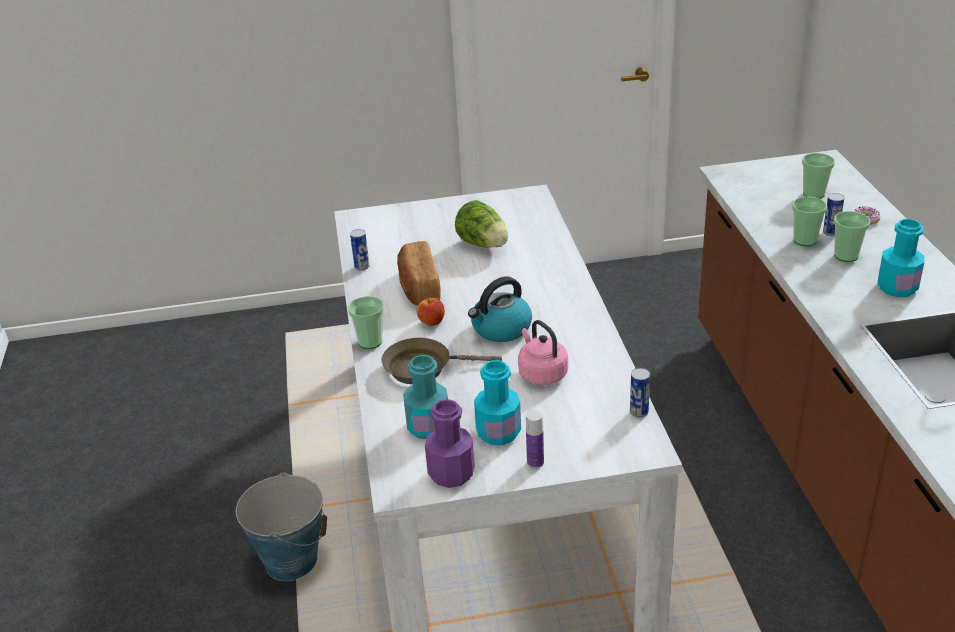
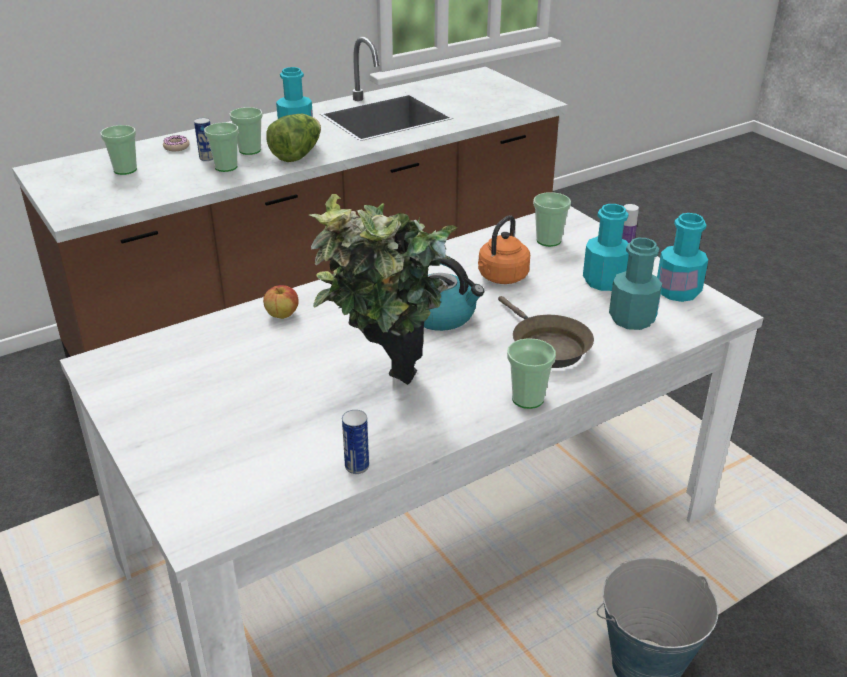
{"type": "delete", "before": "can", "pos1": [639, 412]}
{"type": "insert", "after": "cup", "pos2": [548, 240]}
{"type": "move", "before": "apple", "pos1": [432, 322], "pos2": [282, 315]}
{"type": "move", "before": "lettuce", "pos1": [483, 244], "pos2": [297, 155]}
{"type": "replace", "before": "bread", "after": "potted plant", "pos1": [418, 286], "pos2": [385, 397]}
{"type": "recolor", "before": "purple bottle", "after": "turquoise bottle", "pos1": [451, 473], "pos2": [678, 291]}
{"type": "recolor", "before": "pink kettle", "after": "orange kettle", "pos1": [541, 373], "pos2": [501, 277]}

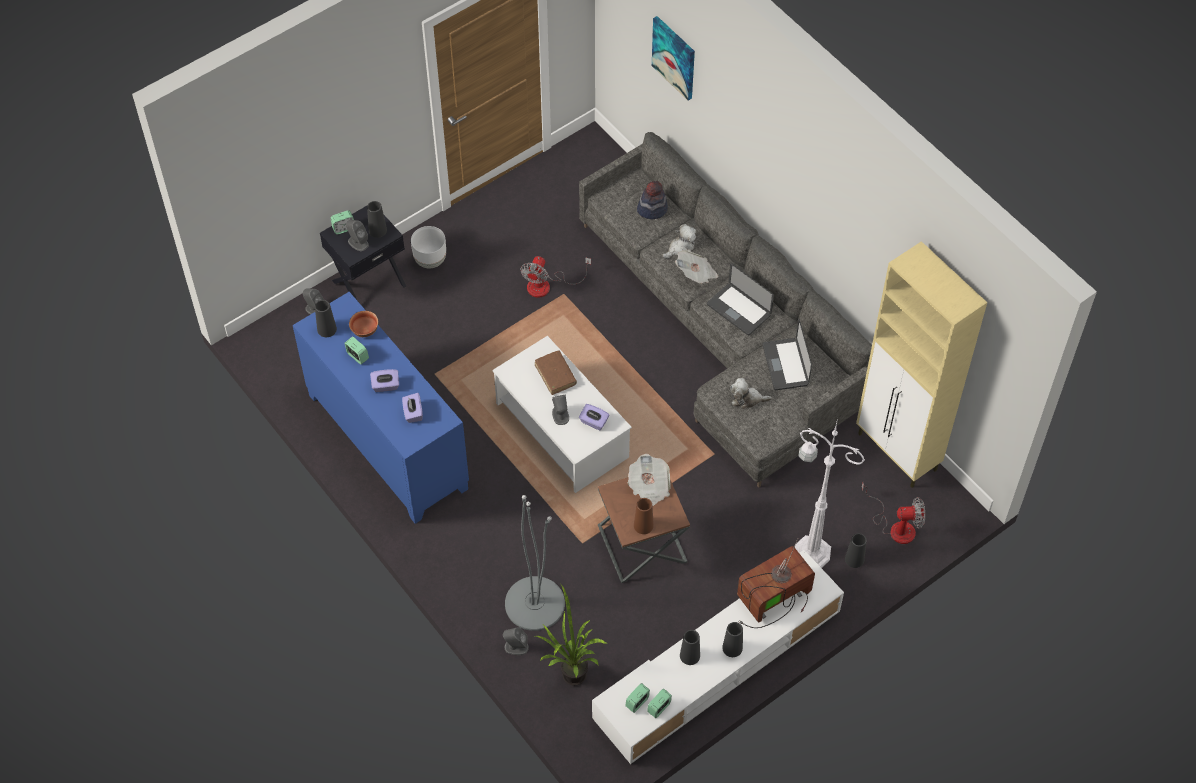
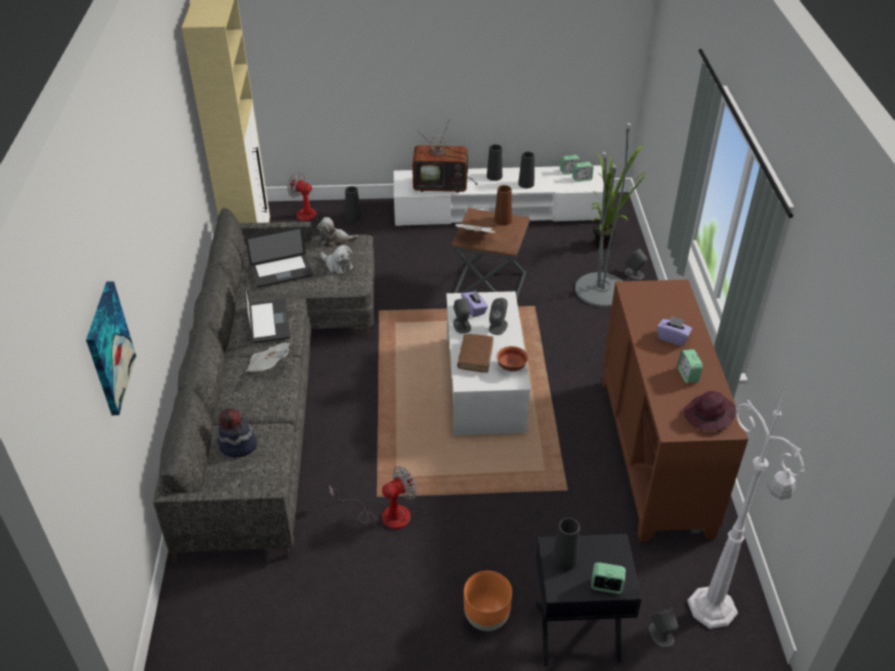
{"type": "delete", "before": "purple tissue box", "pos1": [413, 413]}
{"type": "move", "before": "grey speaker", "pos1": [358, 242], "pos2": [462, 325]}
{"type": "move", "before": "bowl", "pos1": [365, 331], "pos2": [511, 366]}
{"type": "move", "before": "plush toy", "pos1": [680, 248], "pos2": [335, 240]}
{"type": "move", "before": "white floor lamp", "pos1": [810, 552], "pos2": [713, 610]}
{"type": "replace", "before": "black vase", "after": "purple hat", "pos1": [327, 329], "pos2": [708, 415]}
{"type": "recolor", "before": "blue cabinet", "after": "brown cabinet", "pos1": [386, 442], "pos2": [655, 454]}
{"type": "recolor", "before": "white planter", "after": "orange planter", "pos1": [430, 260], "pos2": [486, 618]}
{"type": "rotate", "before": "laptop", "pos1": [785, 365], "pos2": [281, 272], "turn": 45}

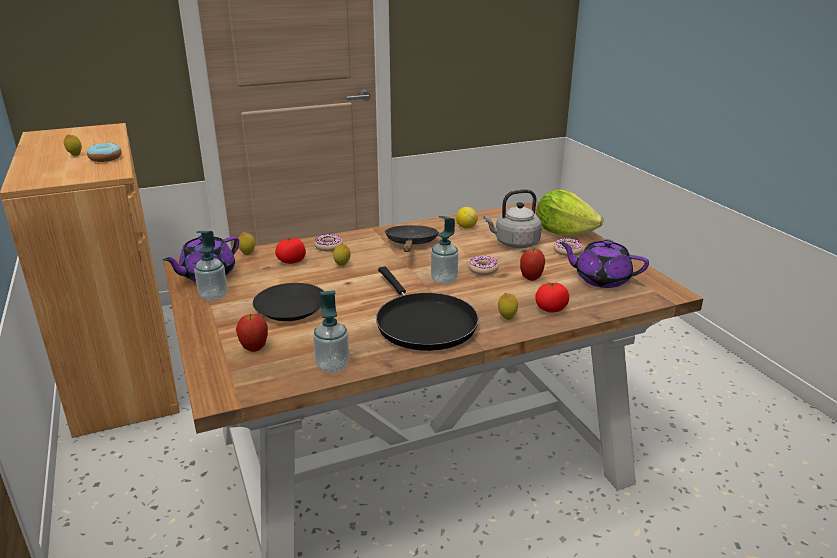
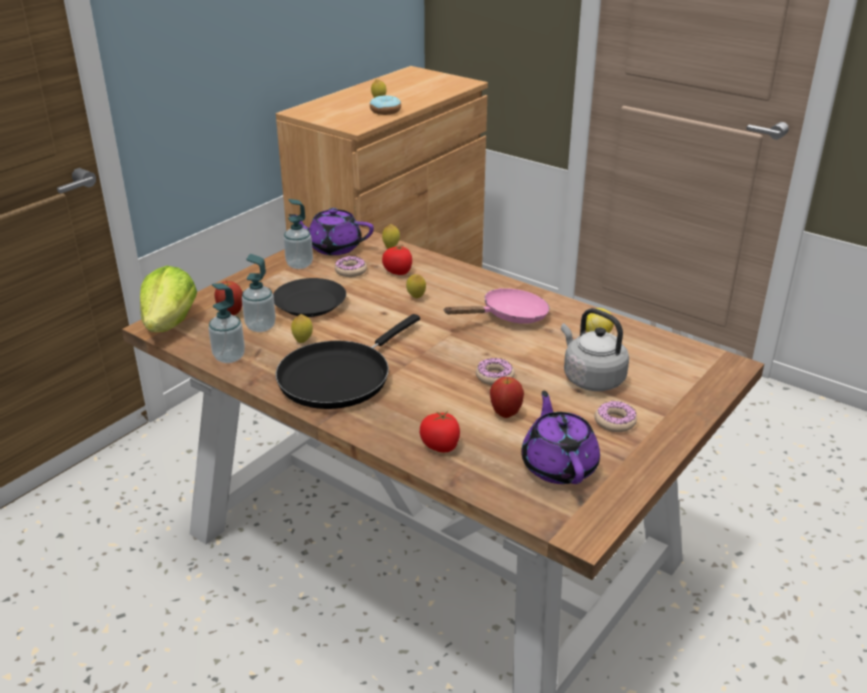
{"type": "move", "before": "donut", "pos1": [329, 246], "pos2": [351, 271]}
{"type": "move", "before": "soap dispenser", "pos1": [444, 279], "pos2": [260, 326]}
{"type": "move", "before": "lemon", "pos1": [507, 318], "pos2": [303, 341]}
{"type": "move", "before": "lettuce", "pos1": [563, 232], "pos2": [170, 323]}
{"type": "recolor", "before": "black frying pan", "after": "pink frying pan", "pos1": [411, 244], "pos2": [508, 316]}

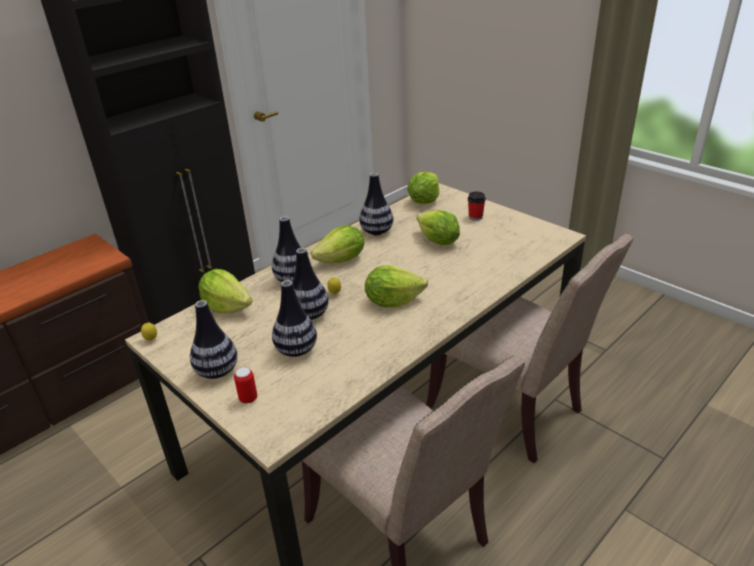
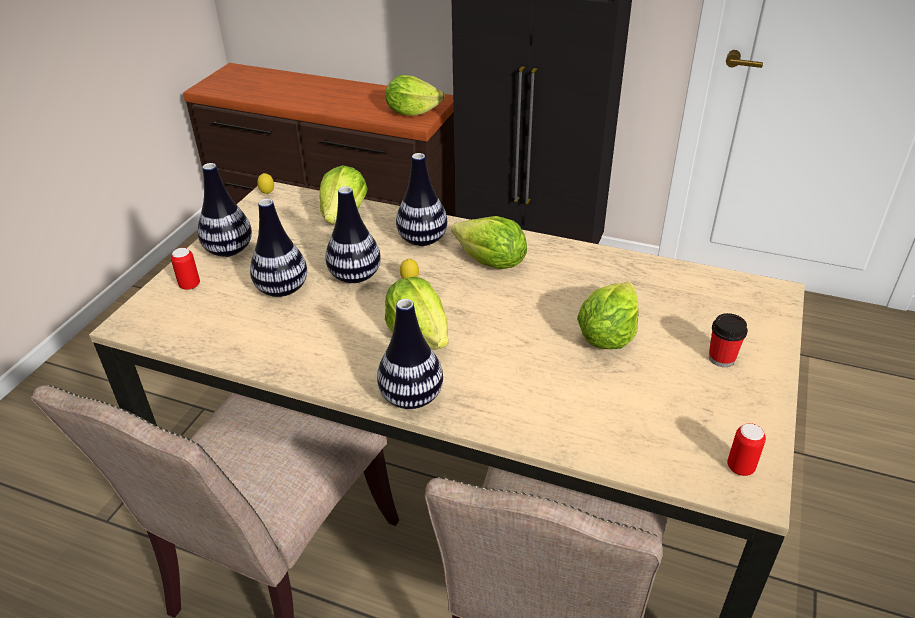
{"type": "insert", "after": "can", "pos2": [740, 467]}
{"type": "move", "before": "vase", "pos1": [377, 231], "pos2": [411, 397]}
{"type": "move", "before": "lettuce", "pos1": [424, 200], "pos2": [412, 112]}

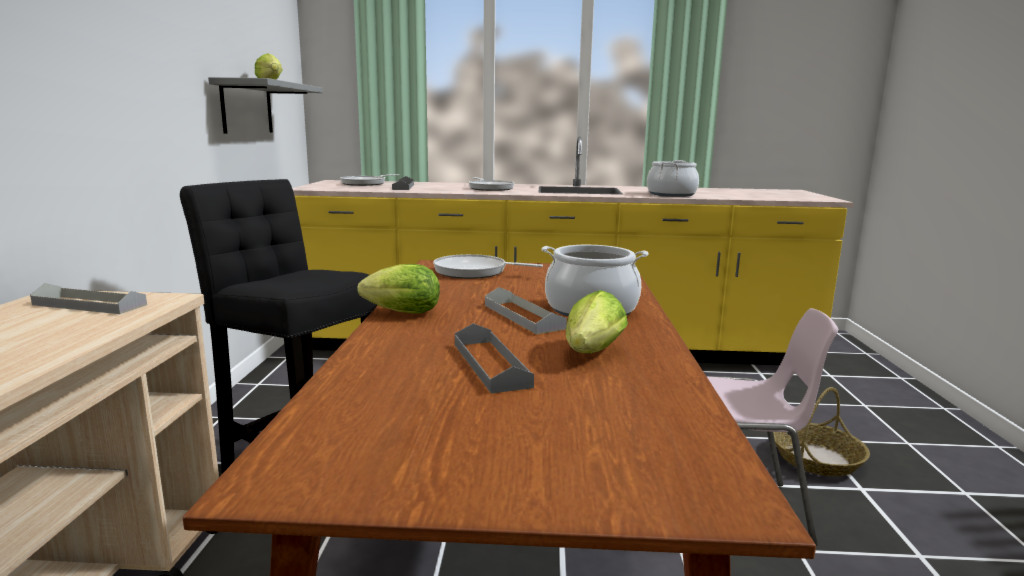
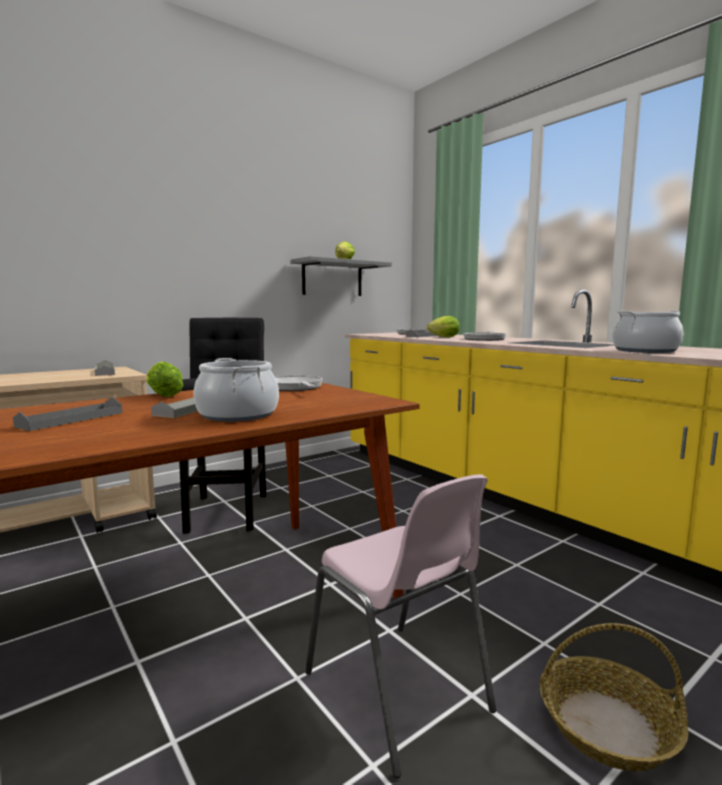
{"type": "move", "before": "lettuce", "pos1": [591, 354], "pos2": [442, 337]}

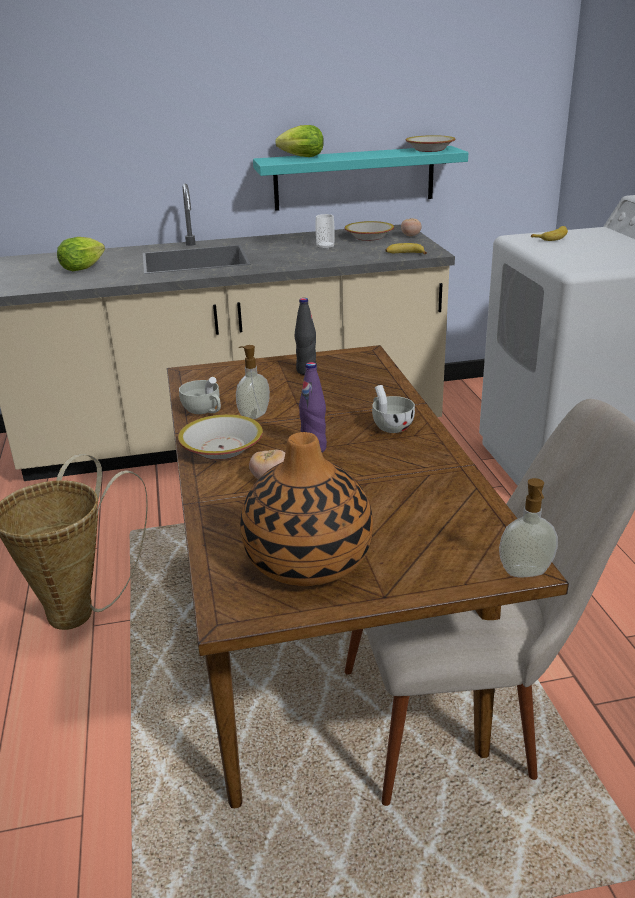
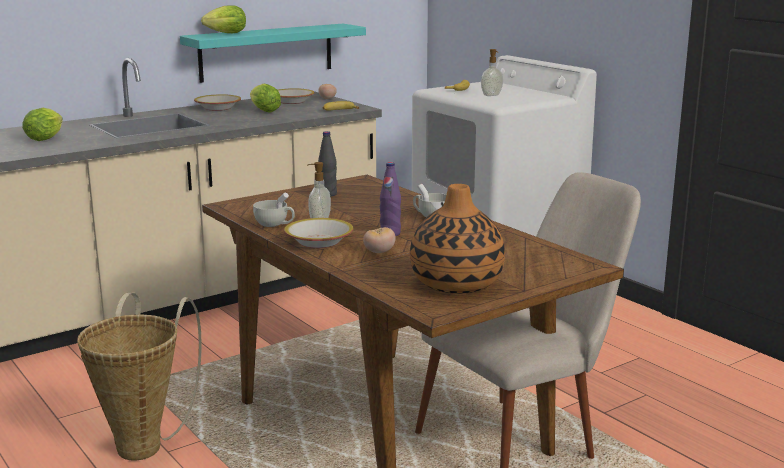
{"type": "move", "before": "bowl", "pos1": [430, 149], "pos2": [218, 108]}
{"type": "move", "before": "soap dispenser", "pos1": [526, 573], "pos2": [492, 95]}
{"type": "replace", "before": "cup", "after": "lettuce", "pos1": [325, 248], "pos2": [263, 110]}

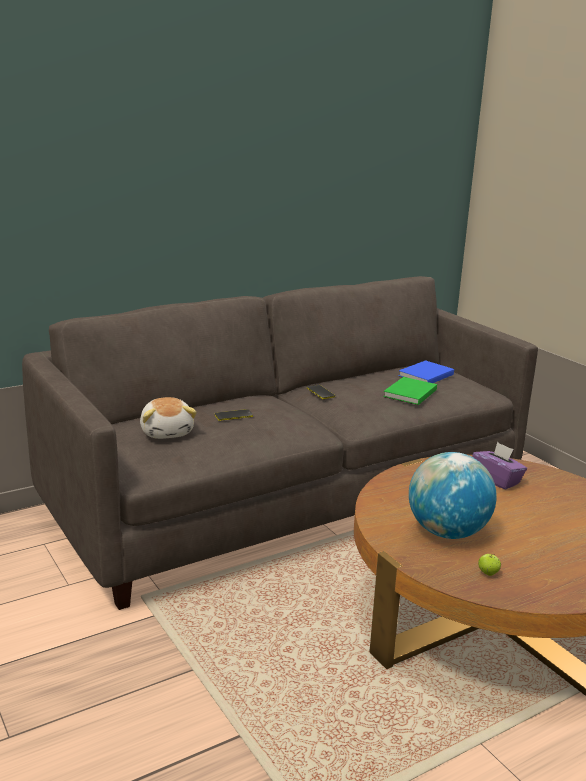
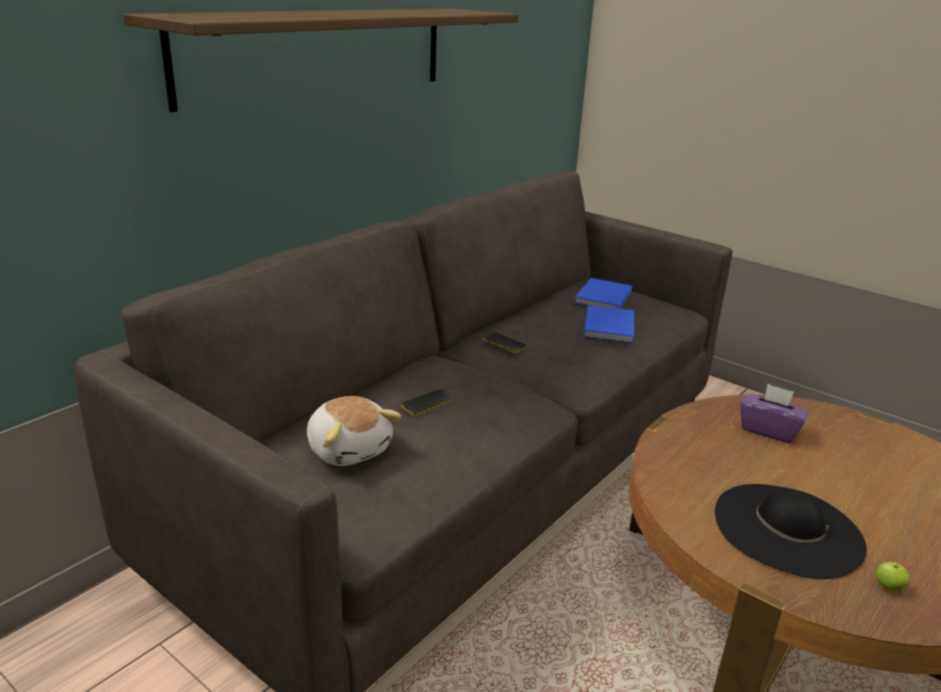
{"type": "insert", "after": "shelf", "pos2": [320, 53]}
{"type": "replace", "before": "globe", "after": "black hat", "pos1": [447, 532], "pos2": [787, 529]}
{"type": "recolor", "before": "green book", "after": "blue book", "pos1": [408, 393], "pos2": [608, 328]}

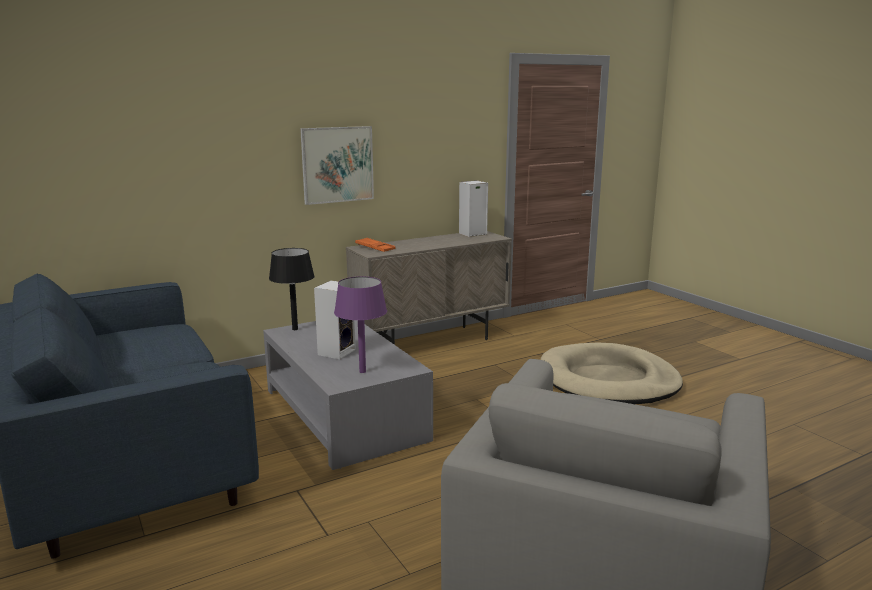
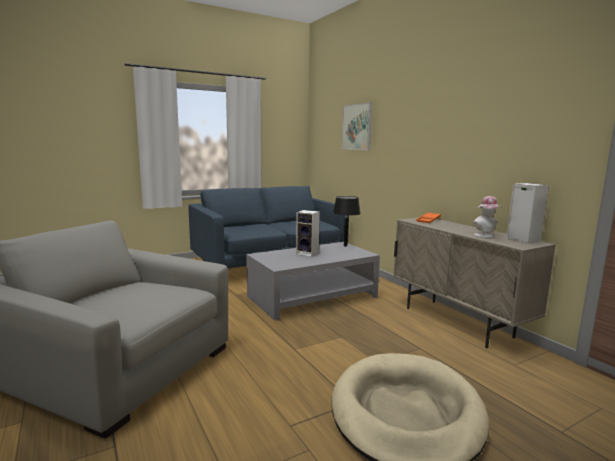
{"type": "delete", "before": "purple table lamp", "pos1": [363, 371]}
{"type": "insert", "after": "hat", "pos2": [485, 236]}
{"type": "move", "before": "picture", "pos1": [337, 164], "pos2": [357, 127]}

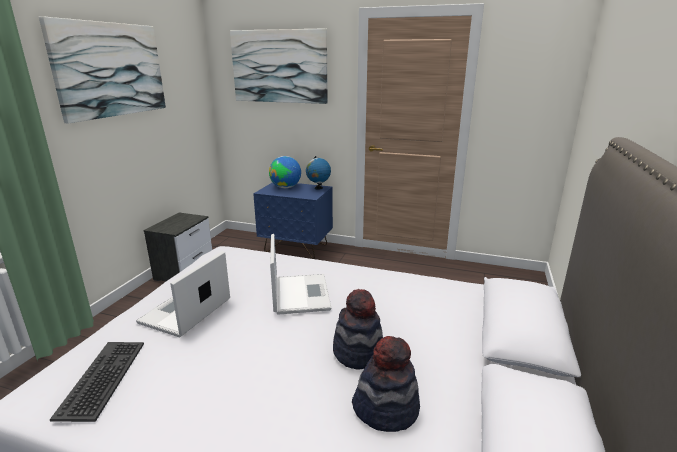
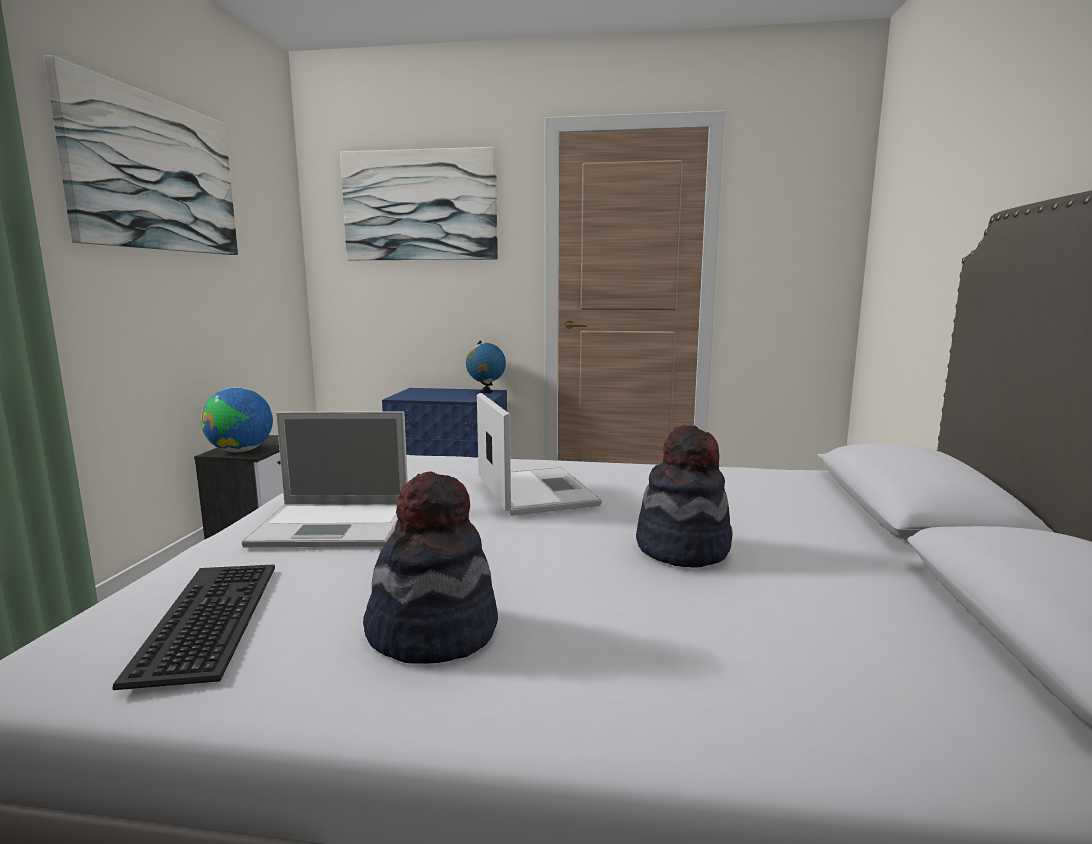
{"type": "move", "before": "globe", "pos1": [286, 187], "pos2": [241, 451]}
{"type": "move", "before": "hat", "pos1": [386, 408], "pos2": [433, 632]}
{"type": "rotate", "before": "laptop", "pos1": [185, 312], "pos2": [336, 525], "turn": -105}

